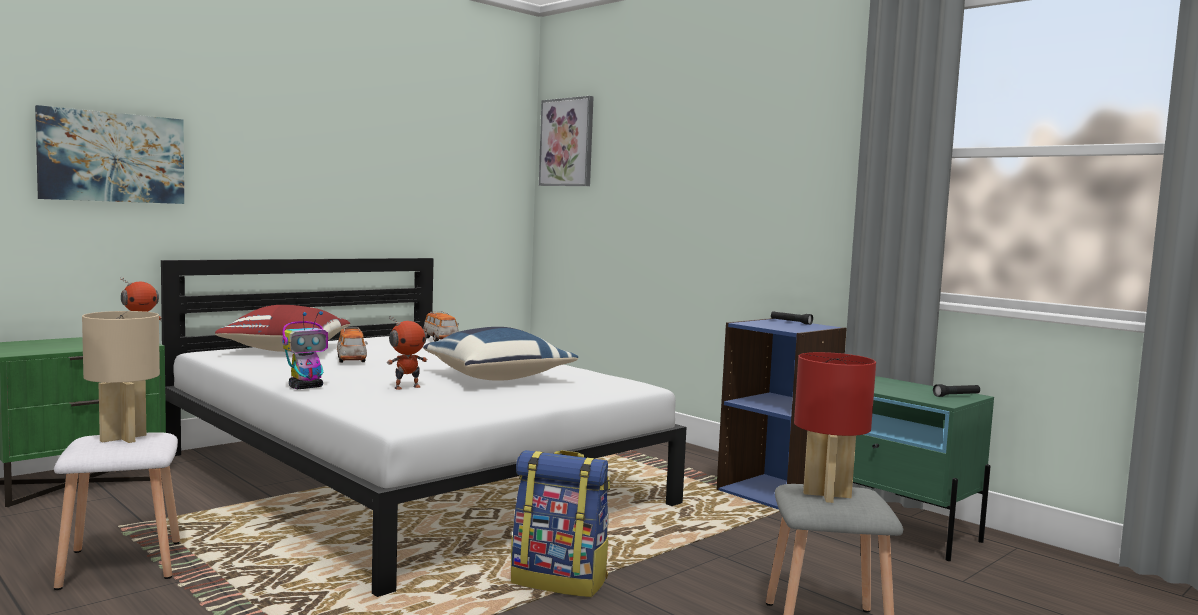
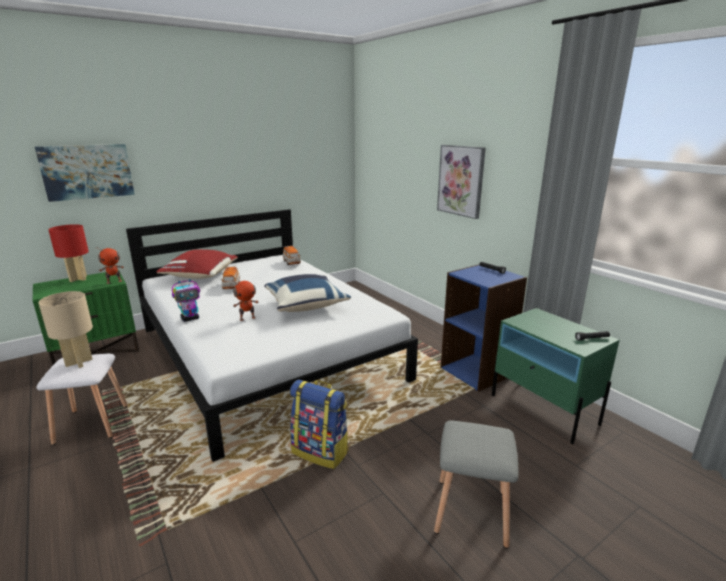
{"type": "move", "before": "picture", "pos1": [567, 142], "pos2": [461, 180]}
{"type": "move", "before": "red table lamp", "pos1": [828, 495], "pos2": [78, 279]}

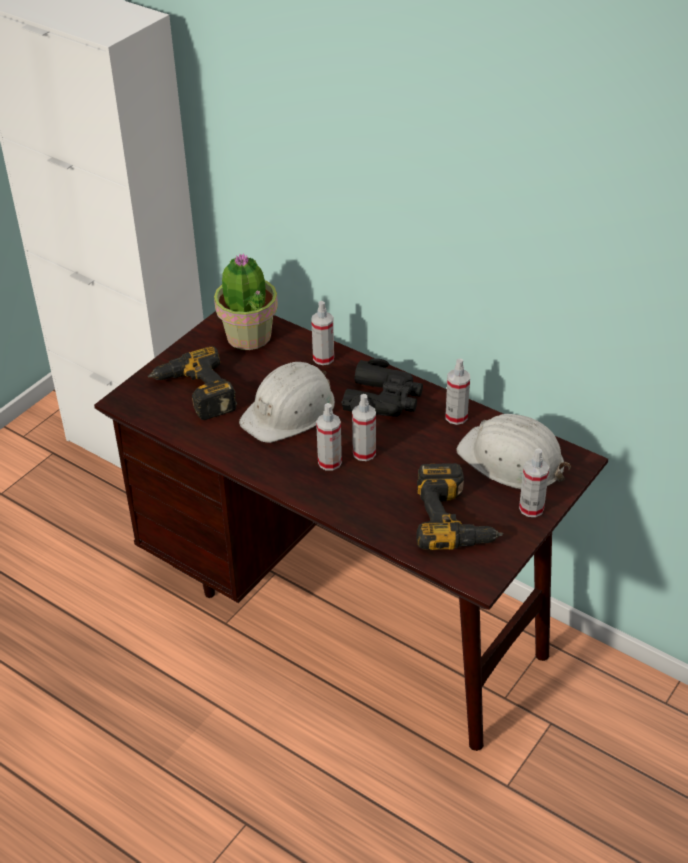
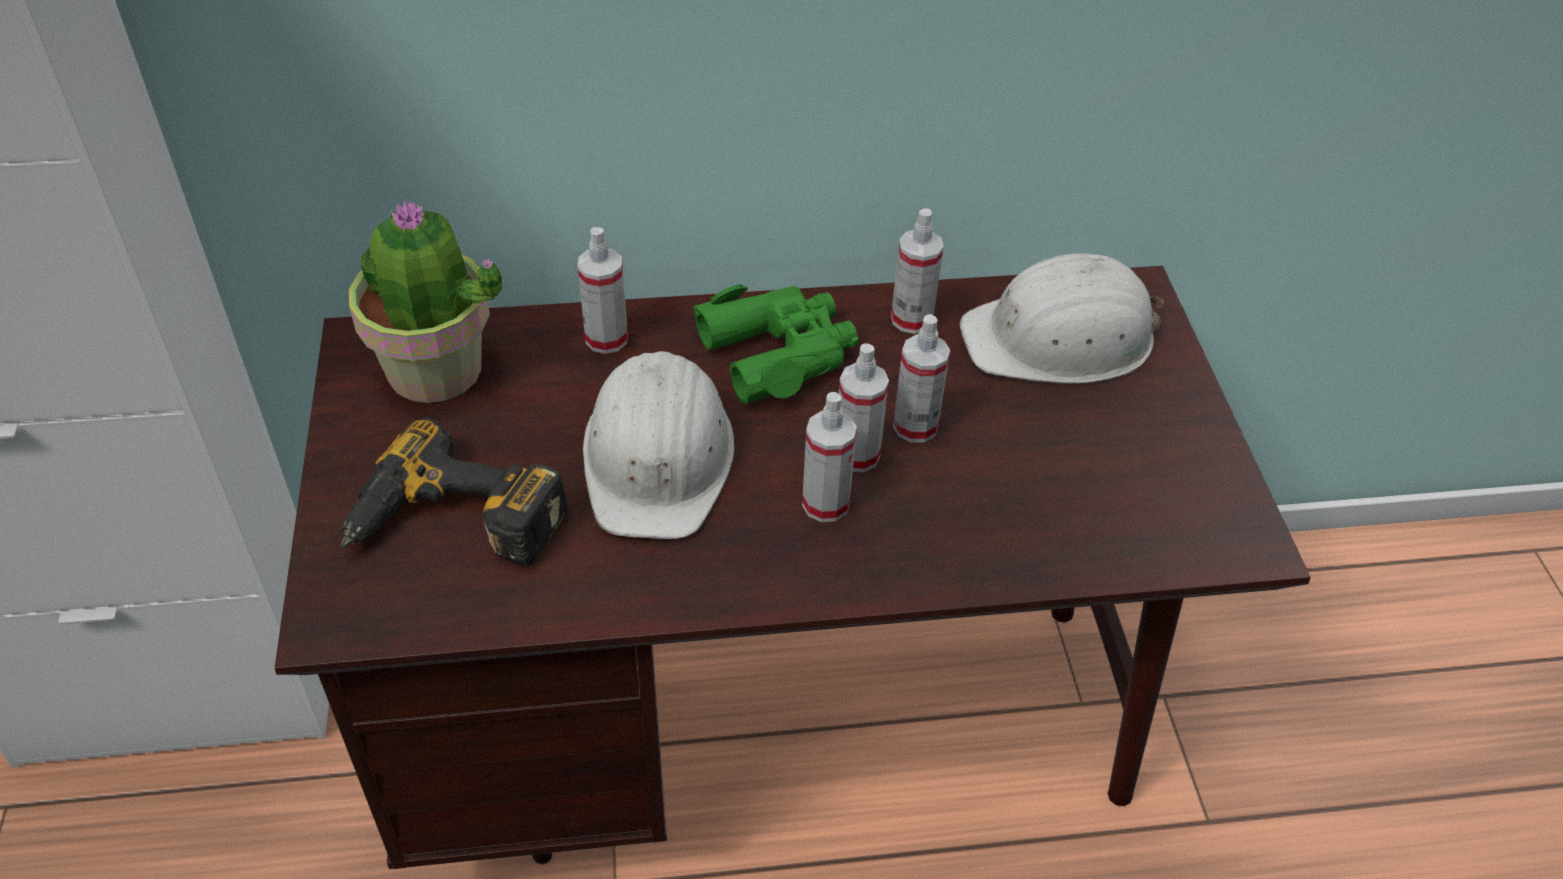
{"type": "delete", "before": "power drill", "pos1": [455, 518]}
{"type": "move", "before": "spray bottle", "pos1": [531, 508], "pos2": [915, 426]}
{"type": "recolor", "before": "black binoculars", "after": "green binoculars", "pos1": [383, 399], "pos2": [779, 352]}

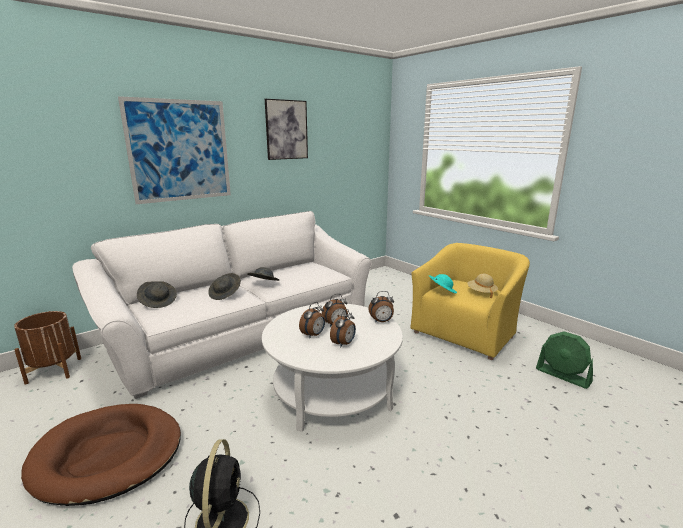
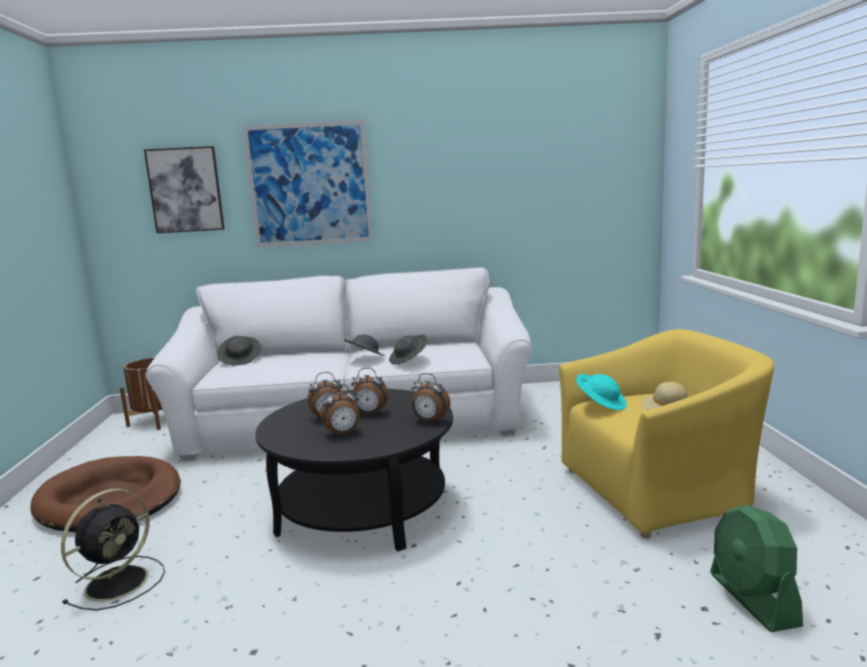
{"type": "move", "before": "grey hat", "pos1": [225, 294], "pos2": [409, 360]}
{"type": "move", "before": "picture", "pos1": [286, 130], "pos2": [185, 190]}
{"type": "recolor", "before": "white coffee table", "after": "black coffee table", "pos1": [332, 390], "pos2": [363, 507]}

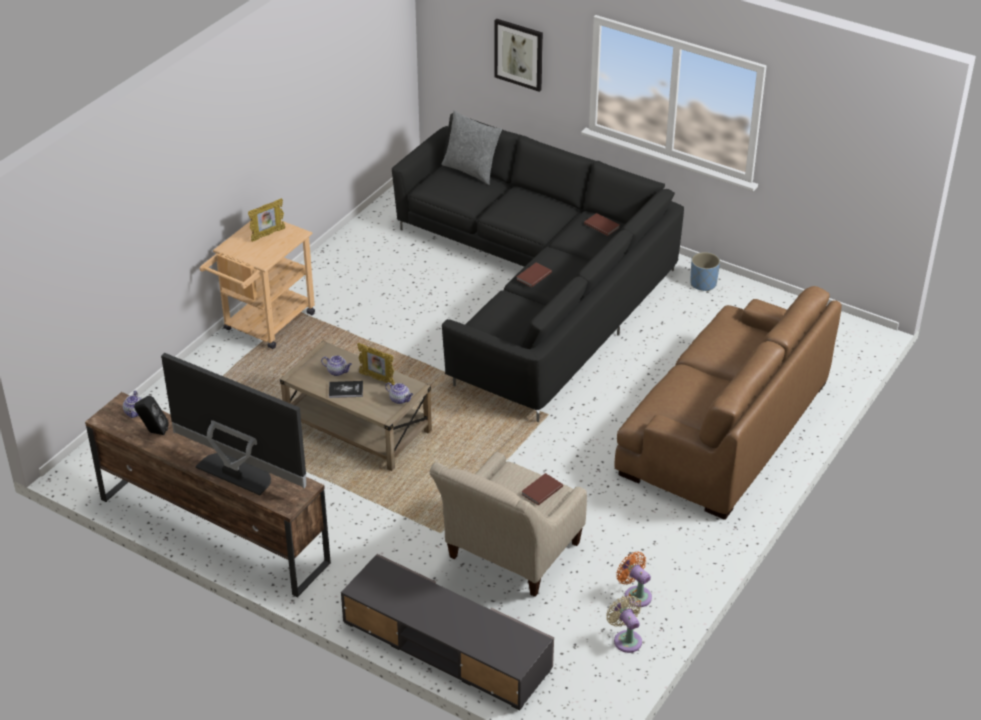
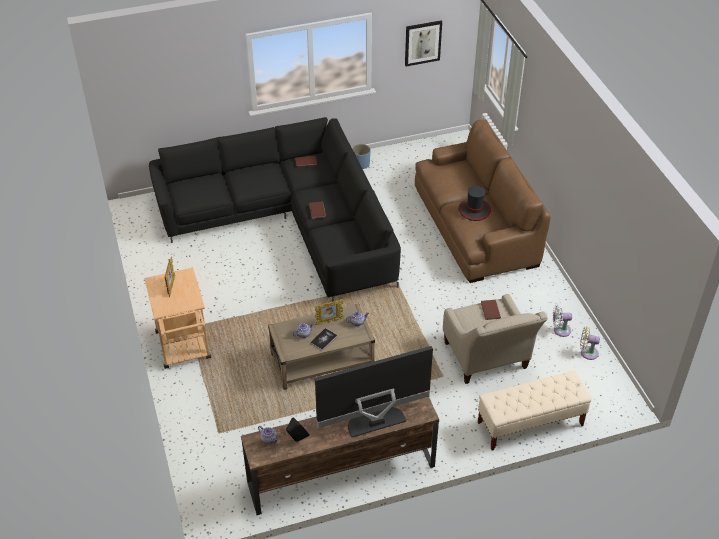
{"type": "delete", "before": "grey pillow", "pos1": [471, 170]}
{"type": "insert", "after": "hat", "pos2": [474, 210]}
{"type": "move", "before": "picture", "pos1": [519, 54], "pos2": [422, 42]}
{"type": "replace", "before": "grey tv stand", "after": "beige bench", "pos1": [446, 645], "pos2": [530, 424]}
{"type": "recolor", "before": "orange fan", "after": "white fan", "pos1": [635, 595], "pos2": [560, 330]}

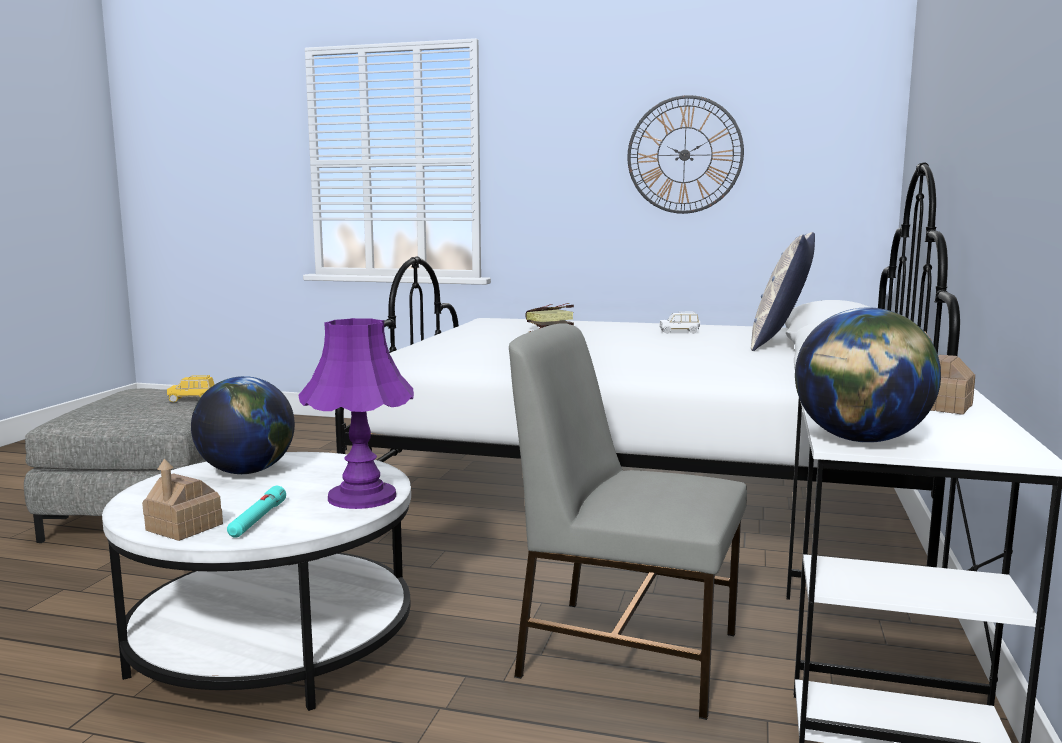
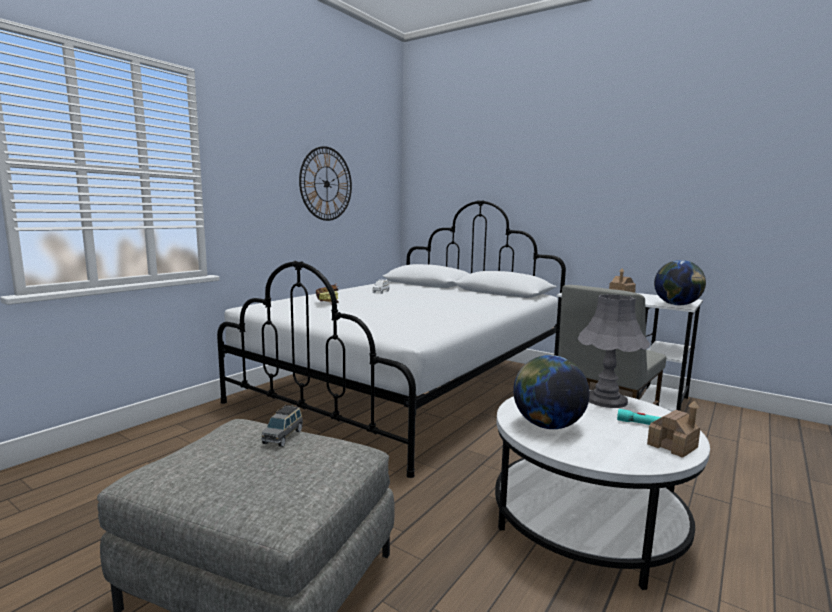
{"type": "delete", "before": "pillow", "pos1": [780, 343]}
{"type": "recolor", "before": "yellow toy car", "after": "grey toy car", "pos1": [192, 400], "pos2": [283, 437]}
{"type": "recolor", "before": "purple table lamp", "after": "grey table lamp", "pos1": [362, 497], "pos2": [606, 400]}

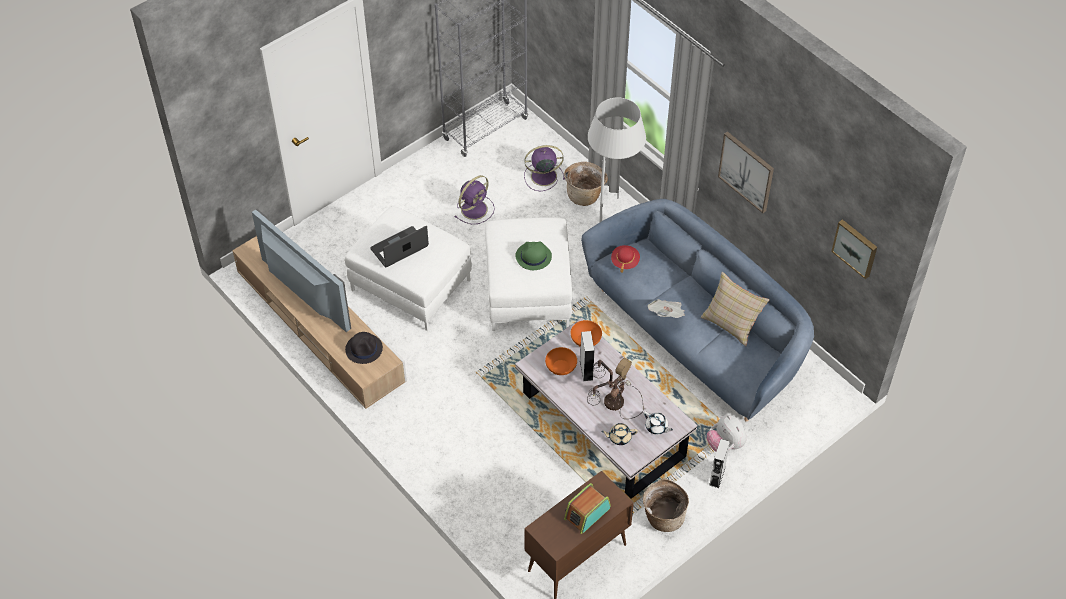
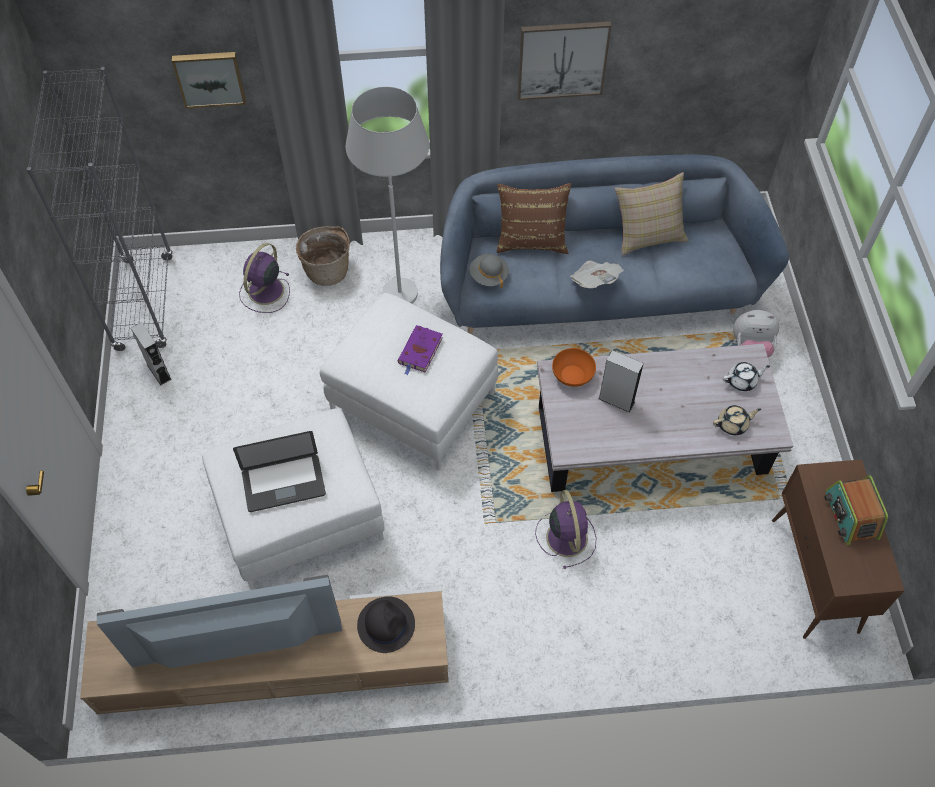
{"type": "delete", "before": "orange bowl", "pos1": [561, 367]}
{"type": "delete", "before": "table lamp", "pos1": [612, 402]}
{"type": "delete", "before": "basket", "pos1": [663, 516]}
{"type": "insert", "after": "brown pillow", "pos2": [532, 239]}
{"type": "move", "before": "purple fan", "pos1": [475, 209], "pos2": [566, 536]}
{"type": "move", "before": "grey speaker", "pos1": [717, 476], "pos2": [159, 372]}
{"type": "move", "before": "picture", "pos1": [855, 248], "pos2": [210, 78]}
{"type": "replace", "before": "green hat", "after": "purple book", "pos1": [533, 257], "pos2": [420, 352]}
{"type": "recolor", "before": "red hat", "after": "grey hat", "pos1": [625, 261], "pos2": [489, 276]}
{"type": "rotate", "before": "laptop", "pos1": [399, 248], "pos2": [283, 483], "turn": -105}
{"type": "rotate", "before": "beige teapot", "pos1": [619, 437], "pos2": [733, 424], "turn": -135}

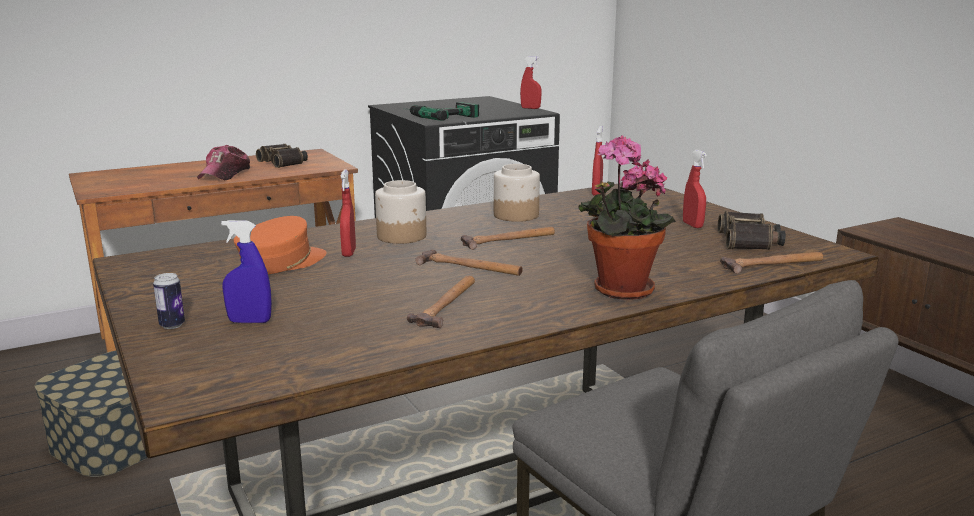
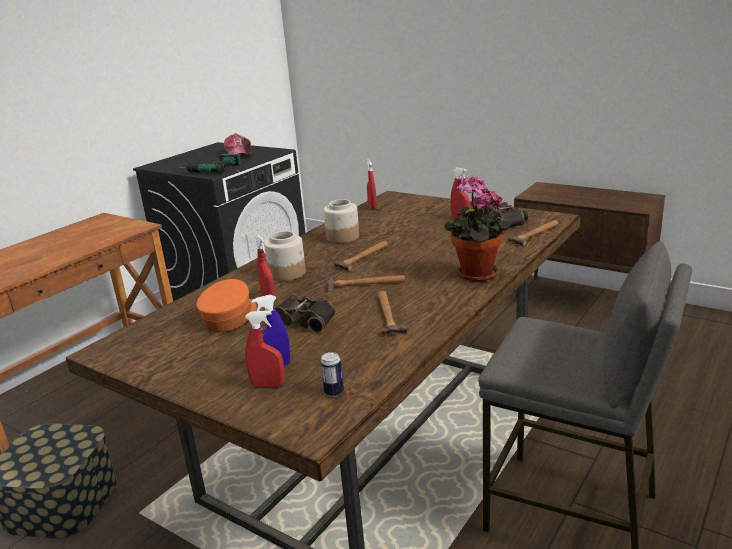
{"type": "move", "before": "can", "pos1": [172, 325], "pos2": [334, 392]}
{"type": "move", "before": "cap", "pos1": [225, 174], "pos2": [239, 153]}
{"type": "move", "before": "binoculars", "pos1": [284, 162], "pos2": [305, 319]}
{"type": "move", "before": "red spray bottle", "pos1": [530, 108], "pos2": [268, 385]}

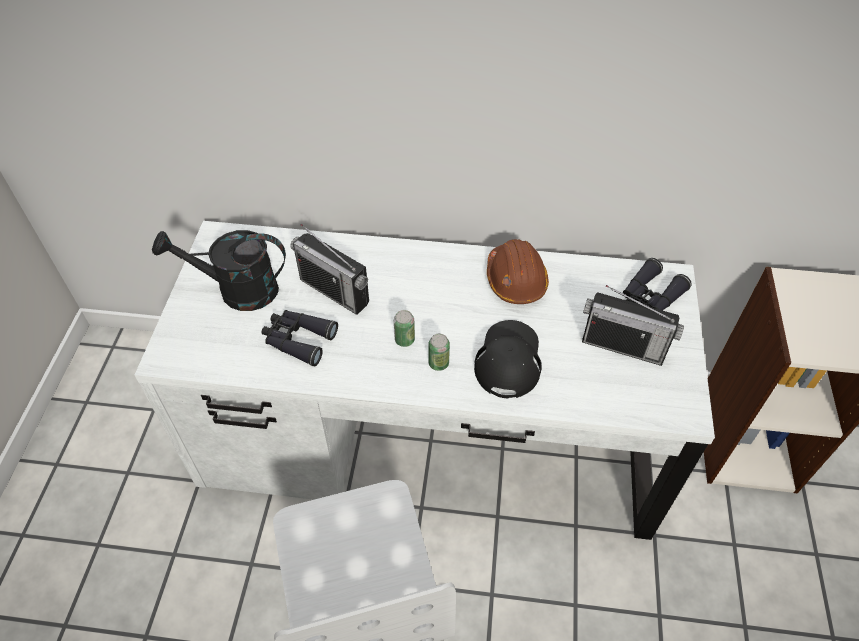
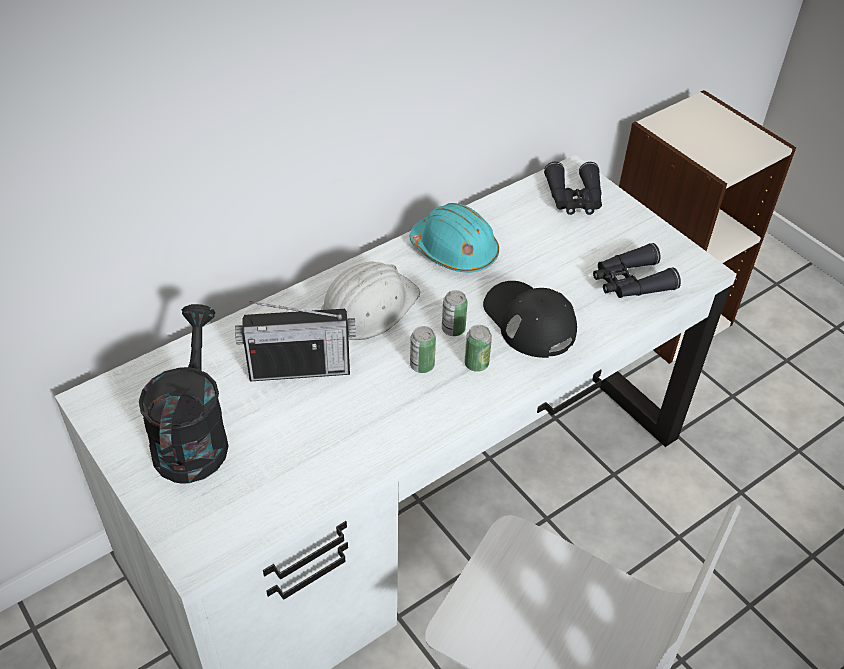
{"type": "delete", "before": "radio", "pos1": [623, 346]}
{"type": "insert", "after": "white hard hat", "pos2": [367, 307]}
{"type": "insert", "after": "can", "pos2": [453, 329]}
{"type": "move", "before": "black binoculars", "pos1": [298, 340], "pos2": [630, 282]}
{"type": "recolor", "before": "brown hard hat", "after": "turquoise hard hat", "pos1": [515, 280], "pos2": [454, 251]}
{"type": "rotate", "before": "black watering can", "pos1": [237, 290], "pos2": [193, 436], "turn": 135}

